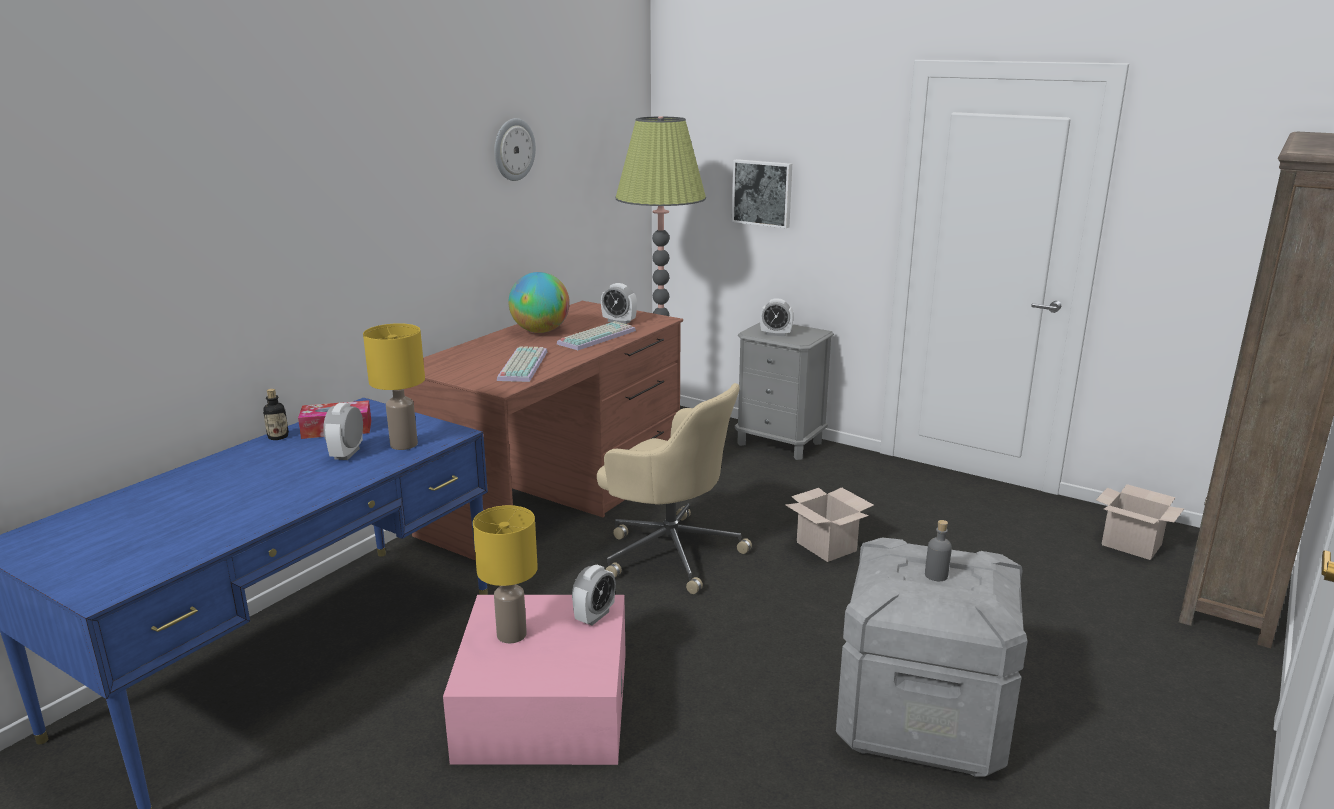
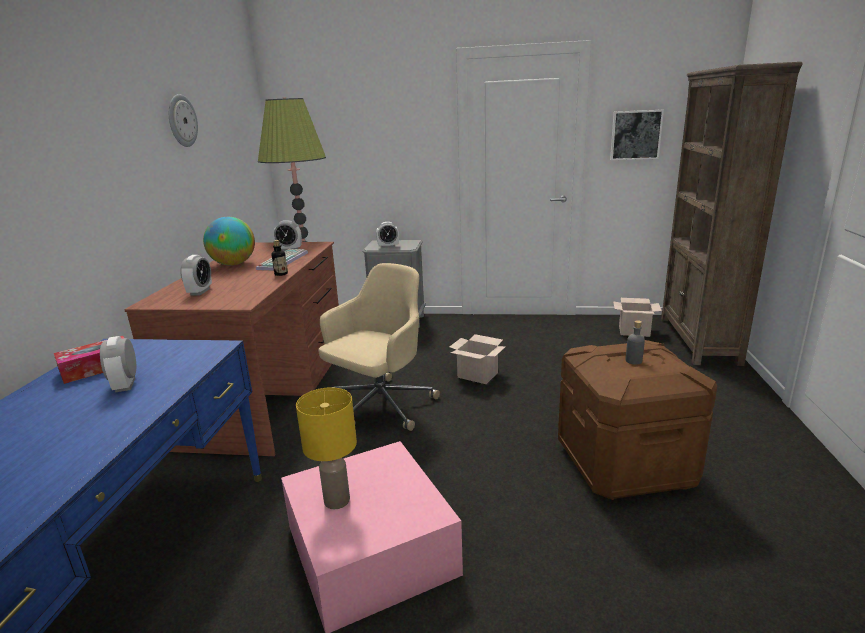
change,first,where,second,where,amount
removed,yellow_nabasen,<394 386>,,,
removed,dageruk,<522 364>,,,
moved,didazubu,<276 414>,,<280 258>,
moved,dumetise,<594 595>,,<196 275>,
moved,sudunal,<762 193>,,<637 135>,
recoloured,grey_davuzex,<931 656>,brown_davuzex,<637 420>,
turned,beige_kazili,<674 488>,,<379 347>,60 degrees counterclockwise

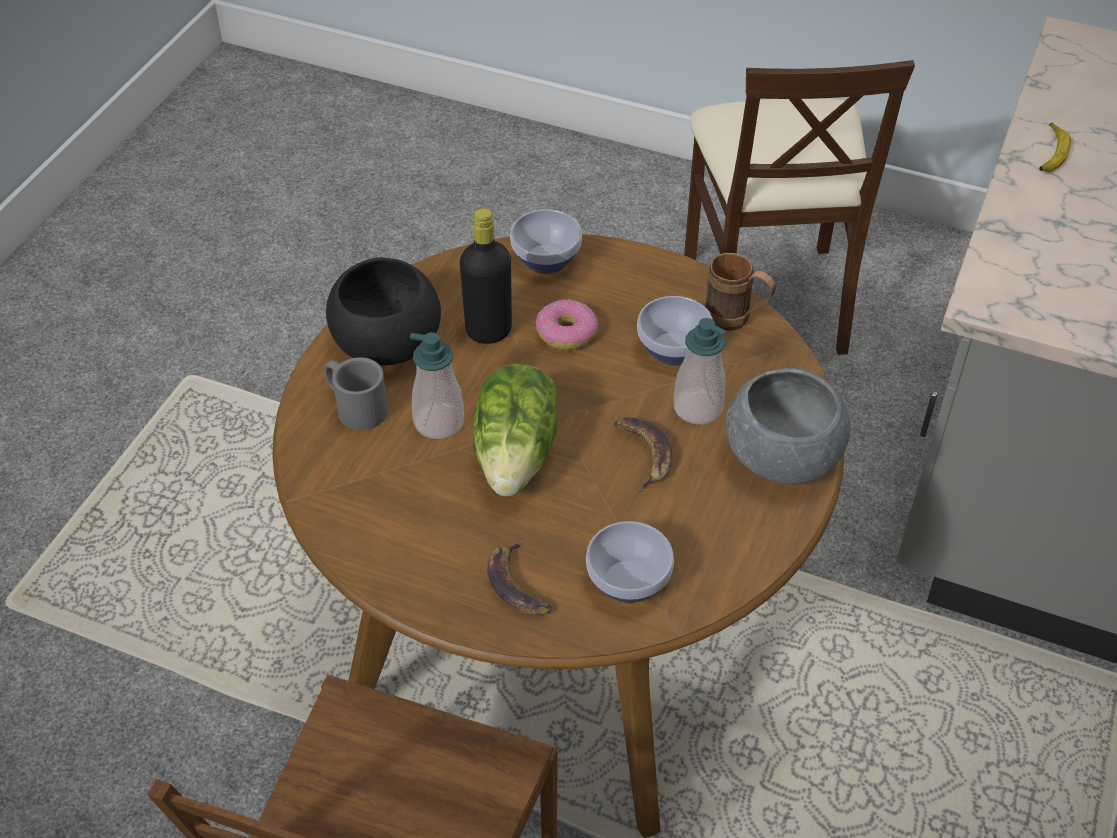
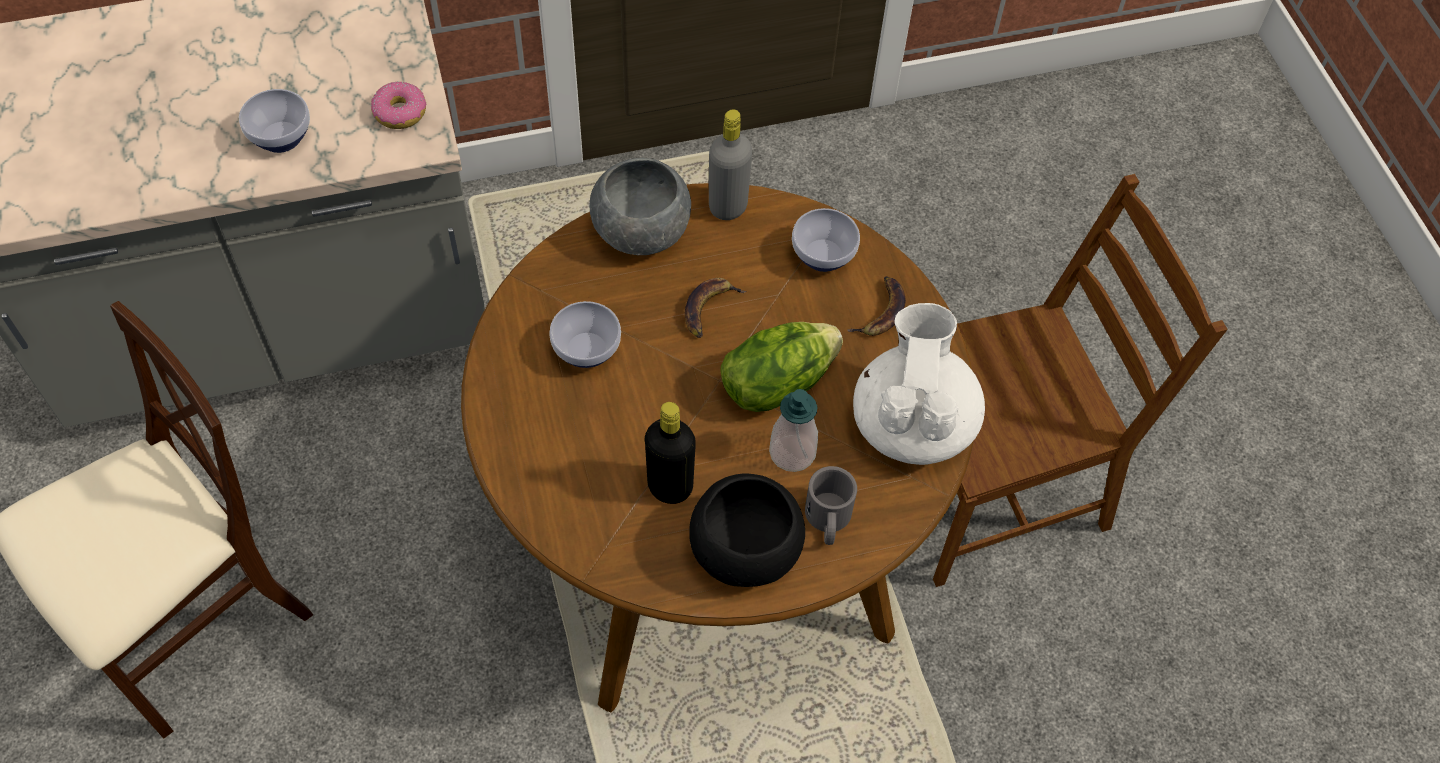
change,first,where,second,where,amount
removed,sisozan,<699 371>,,,
removed,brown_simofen,<740 292>,,,
removed,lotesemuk,<1055 147>,,,
added,,,grey_didazubu,<730 164>,
added,,,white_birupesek,<919 384>,
moved,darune,<546 241>,,<274 121>,
moved,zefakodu,<567 324>,,<398 105>,

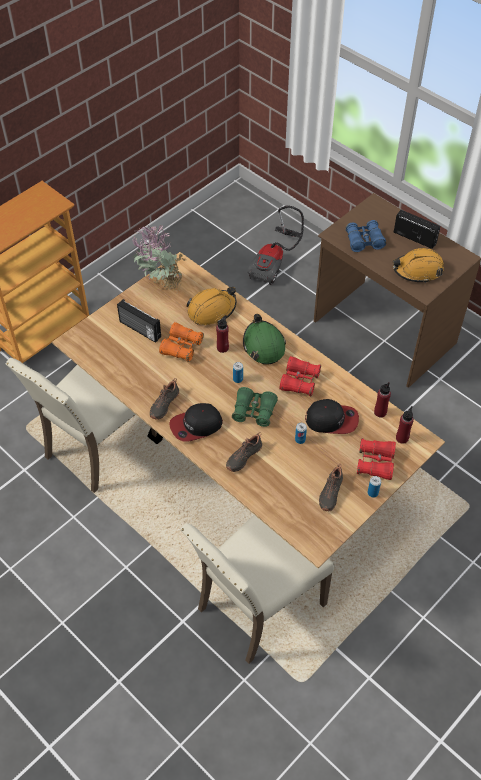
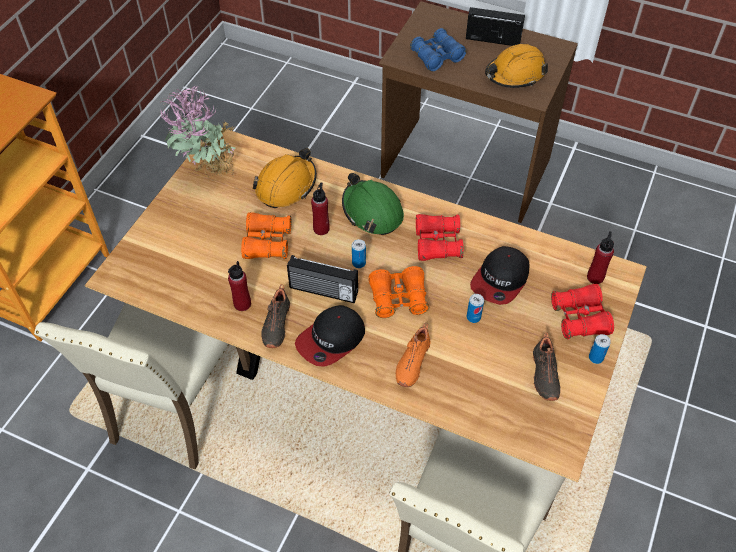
change,first,where,second,where,amount
removed,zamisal,<276 245>,,,
moved,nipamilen,<139 321>,,<322 279>,
moved,red_didazubu,<382 399>,,<239 286>,
recoloured,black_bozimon,<244 452>,orange_bozimon,<413 355>,
recoloured,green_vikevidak,<255 407>,orange_vikevidak,<398 292>,
turned,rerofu,<332 416>,,<499 275>,135 degrees clockwise

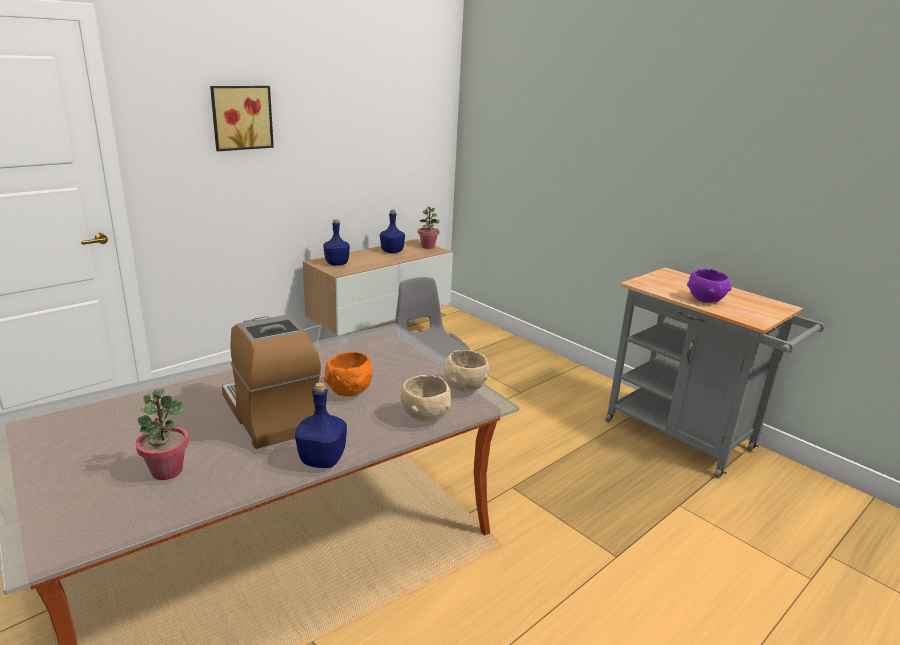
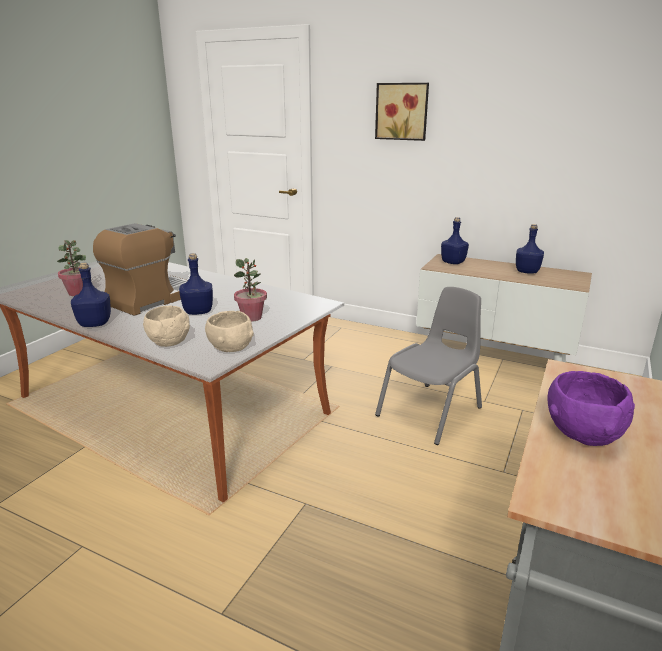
change,first,where,second,where,amount
moved,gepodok,<429 228>,,<250 290>,
replaced,orange_darune,<348 374>,blue_didazubu,<196 284>,

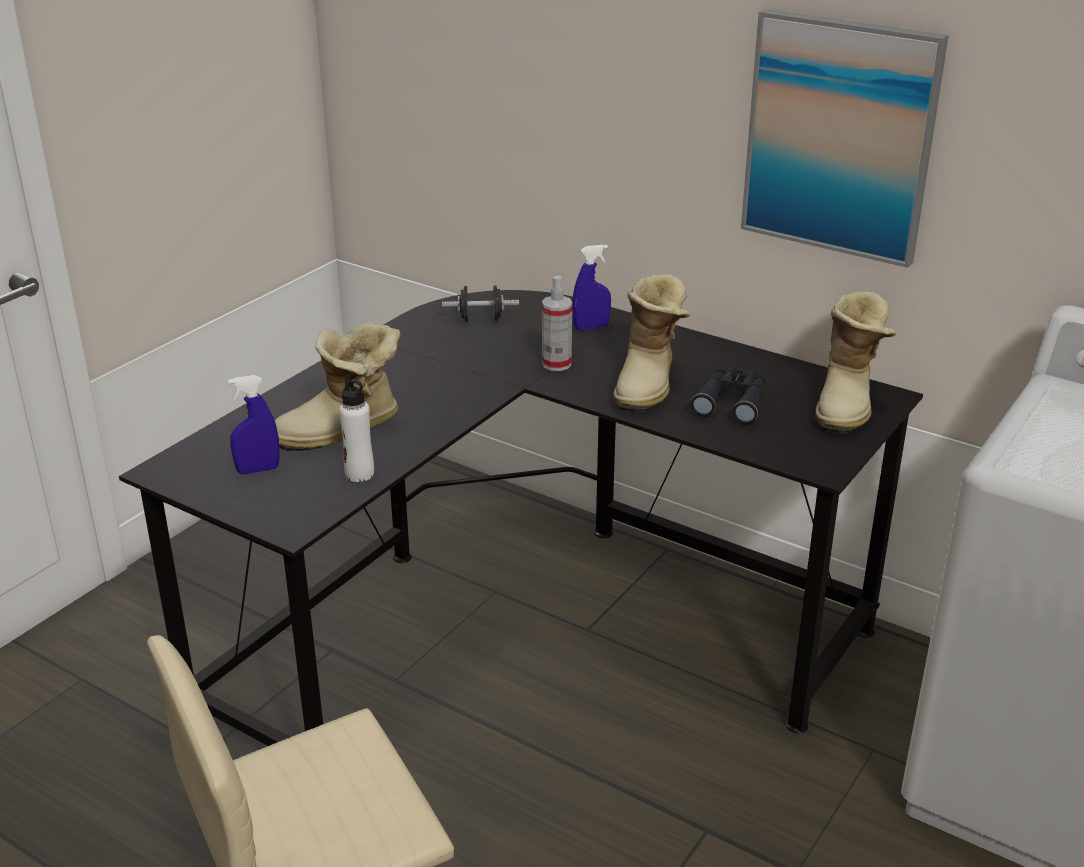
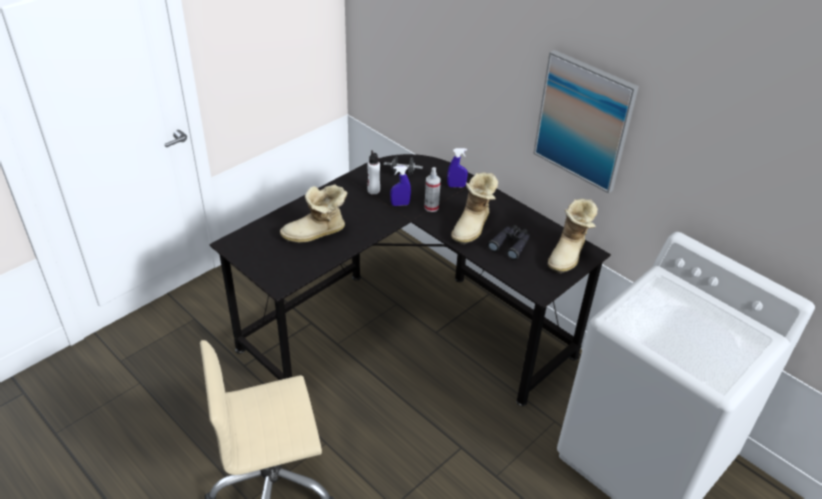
change,first,where,second,where,amount
moved,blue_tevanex,<254 424>,,<400 186>,
moved,white_didazubu,<356 428>,,<373 172>,

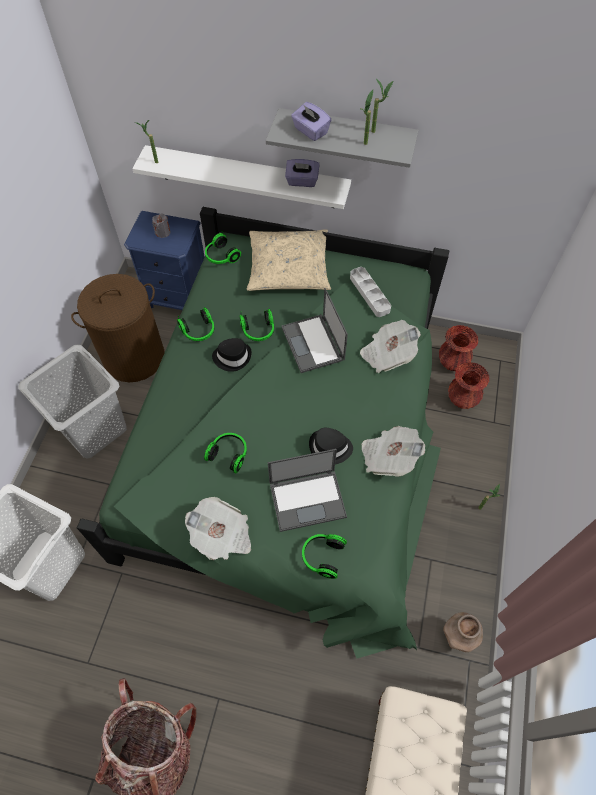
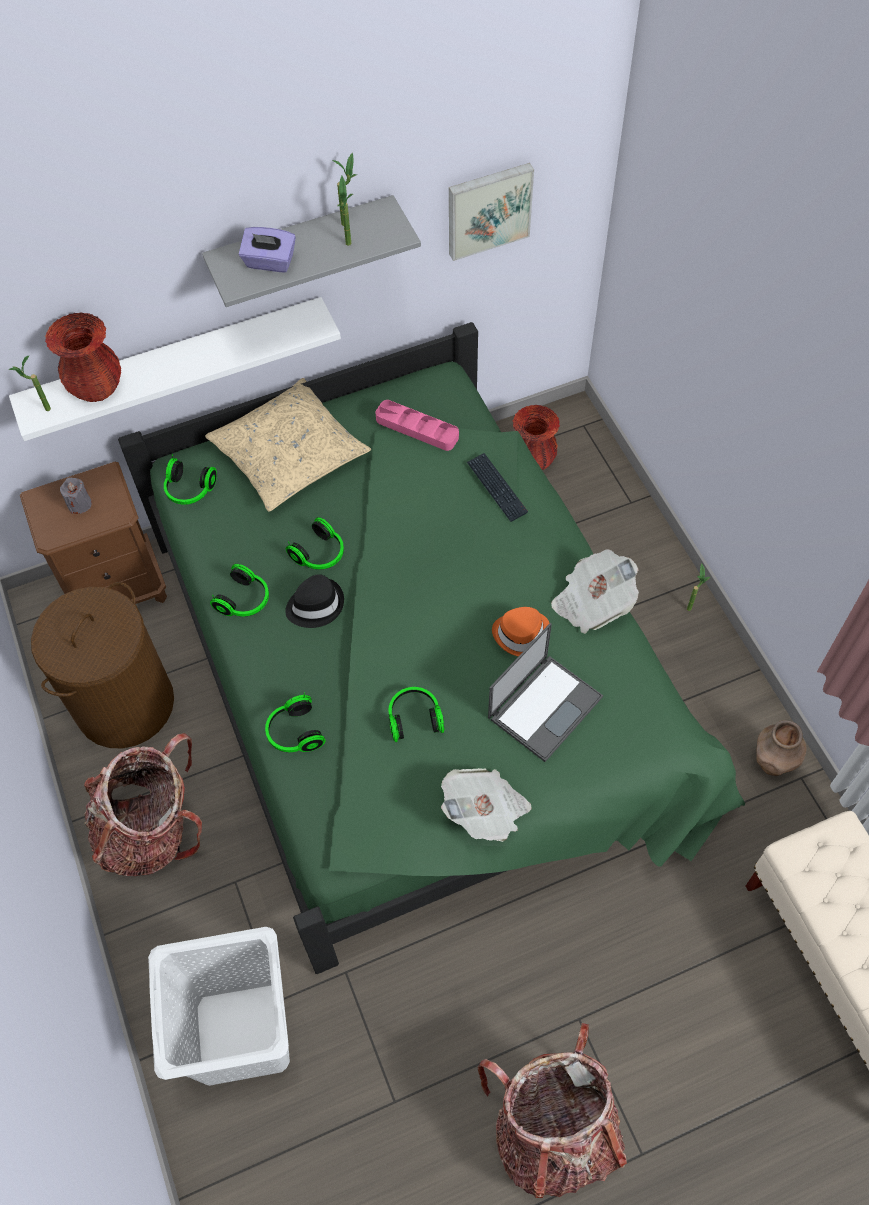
change,first,where,second,where,amount
removed,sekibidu,<315 330>,,,
removed,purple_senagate,<302 173>,,,
added,,,sudunal,<491 212>,
moved,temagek,<324 556>,,<295 722>,
moved,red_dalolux,<468 385>,,<83 357>,
replaced,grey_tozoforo,<72 401>,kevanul,<143 804>,
replaced,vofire,<390 346>,dageruk,<497 487>,
recoloured,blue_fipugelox,<164 260>,brown_fipugelox,<93 533>,
recoloured,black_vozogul,<331 446>,orange_vozogul,<521 631>,
recoloured,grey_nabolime,<370 292>,pink_nabolime,<417 425>,

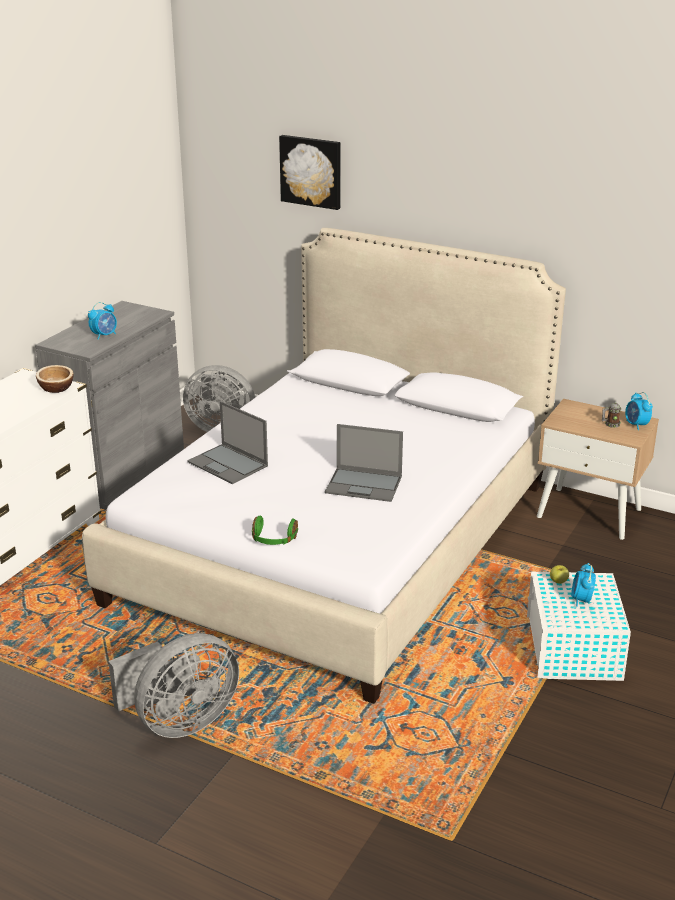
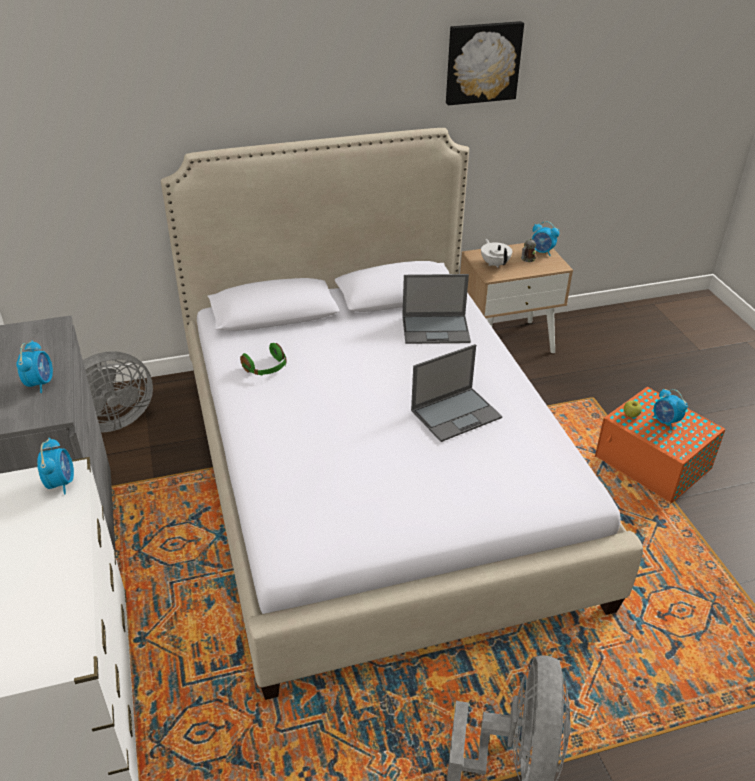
change,first,where,second,where,amount
added,,,white_birupesek,<496 253>,
moved,sekibidu,<227 442>,,<436 309>,
moved,green_temagek,<275 530>,,<263 359>,
moved,sudunal,<310 172>,,<485 63>,
replaced,darune,<54 379>,dumetise,<55 466>,
recoloured,white_davuzex,<579 626>,orange_davuzex,<660 445>,

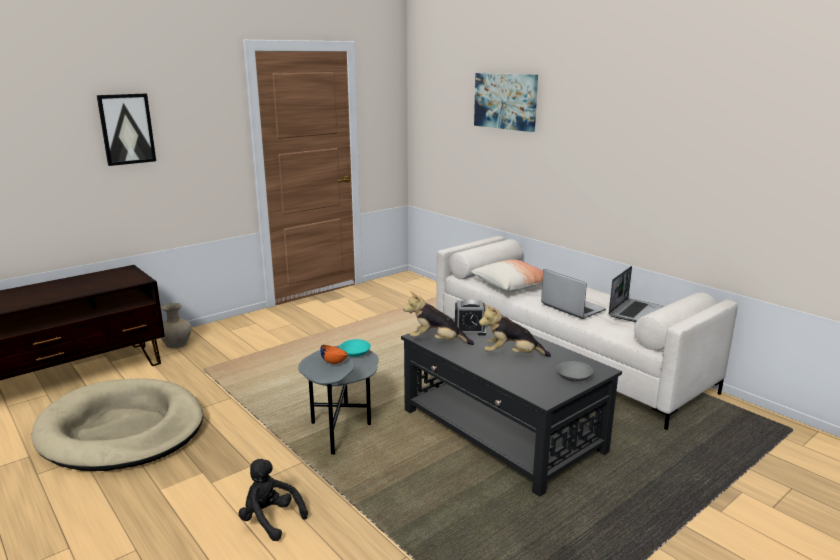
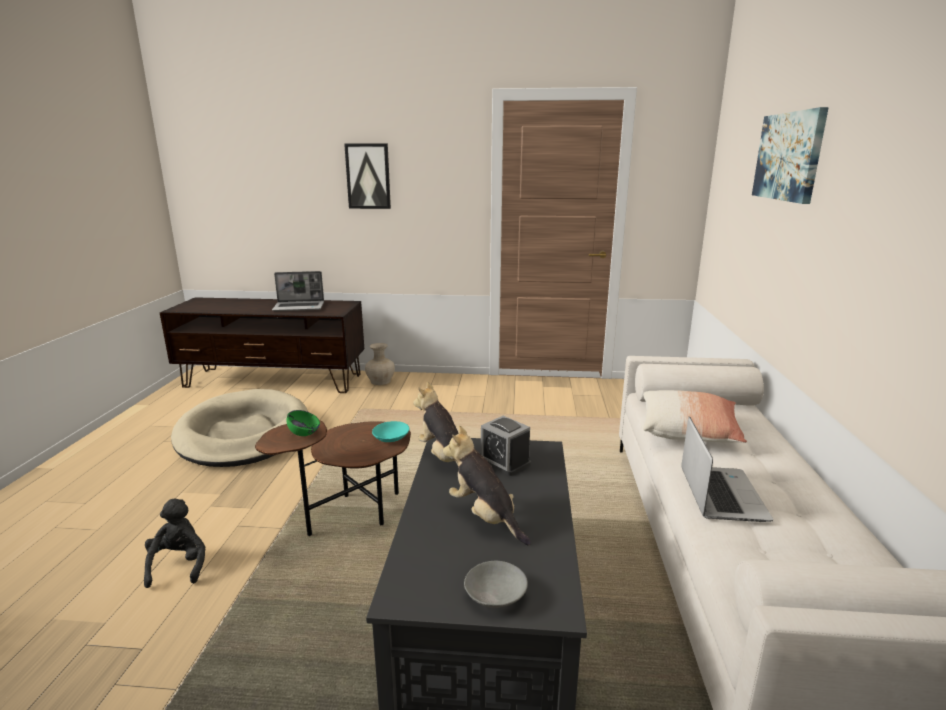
change,first,where,second,where,amount
moved,sekibidu,<636 294>,,<298 291>,
recoloured,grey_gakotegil,<338 400>,brown_gakotegil,<333 478>,
recoloured,orange_darune,<334 354>,green_darune,<303 423>,

